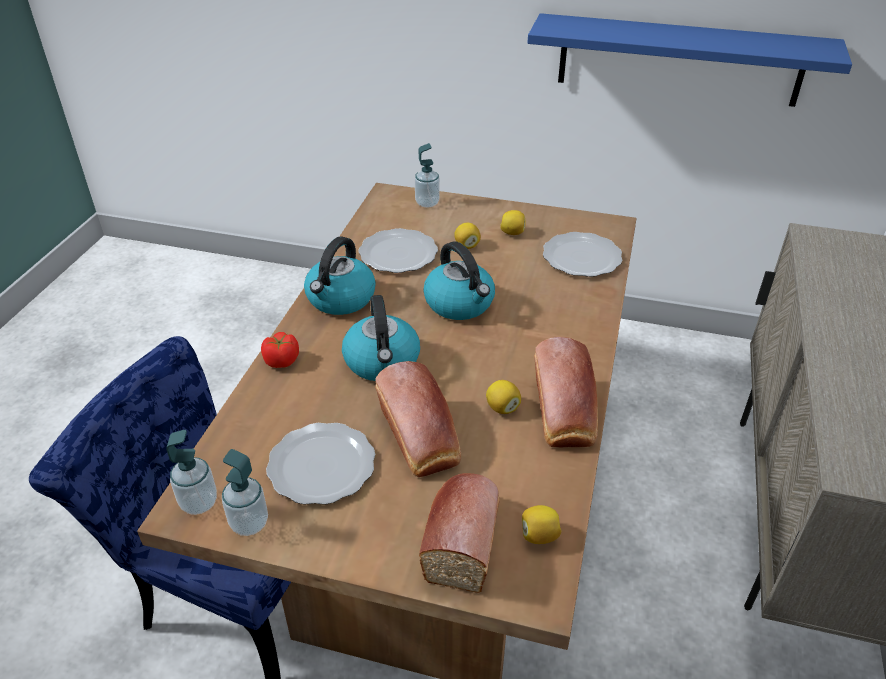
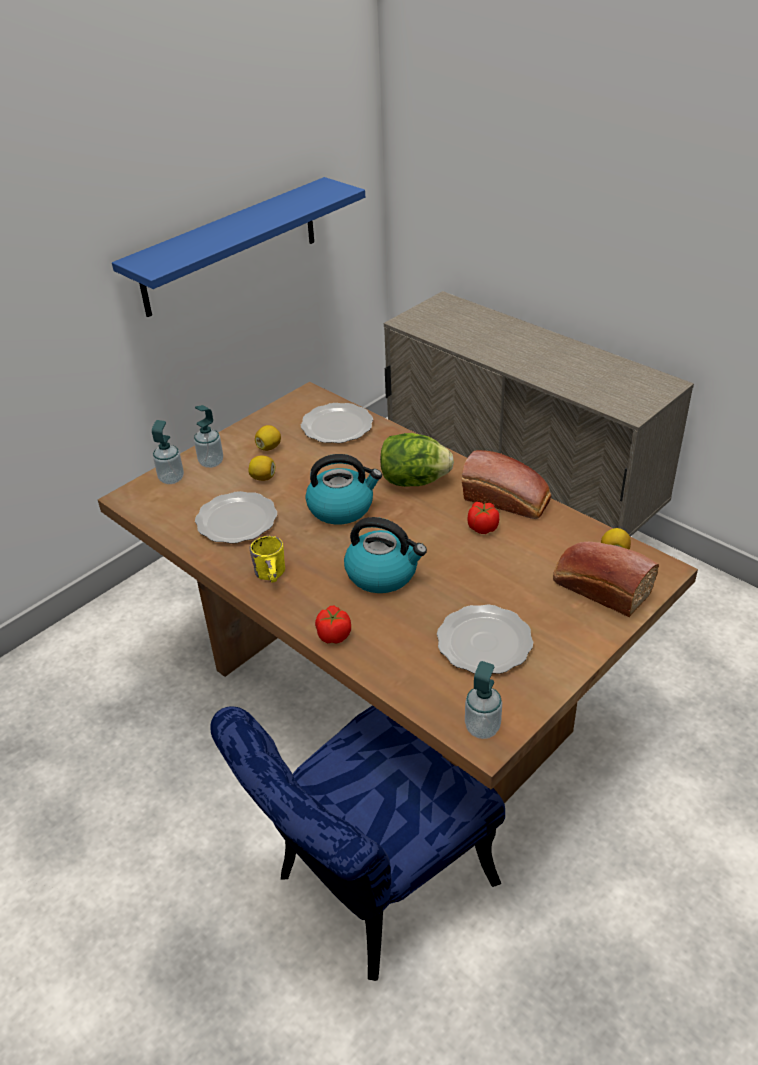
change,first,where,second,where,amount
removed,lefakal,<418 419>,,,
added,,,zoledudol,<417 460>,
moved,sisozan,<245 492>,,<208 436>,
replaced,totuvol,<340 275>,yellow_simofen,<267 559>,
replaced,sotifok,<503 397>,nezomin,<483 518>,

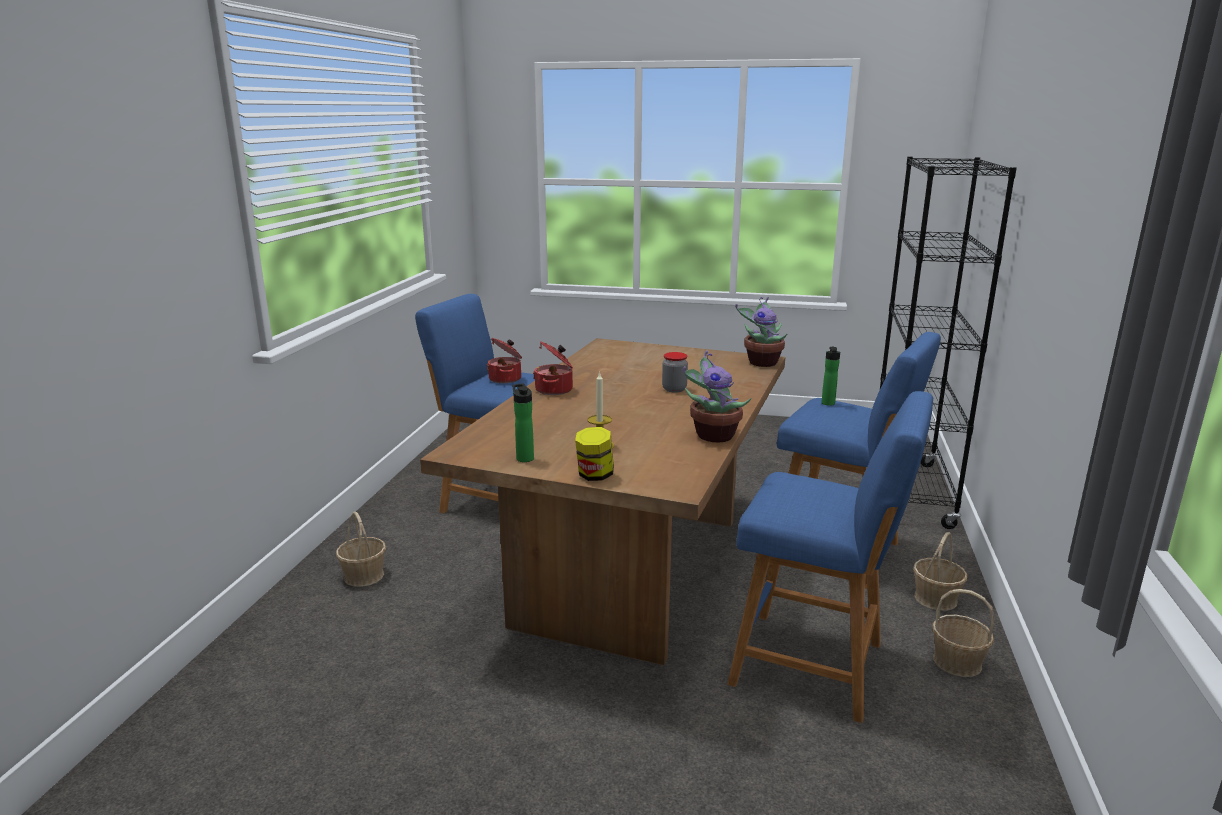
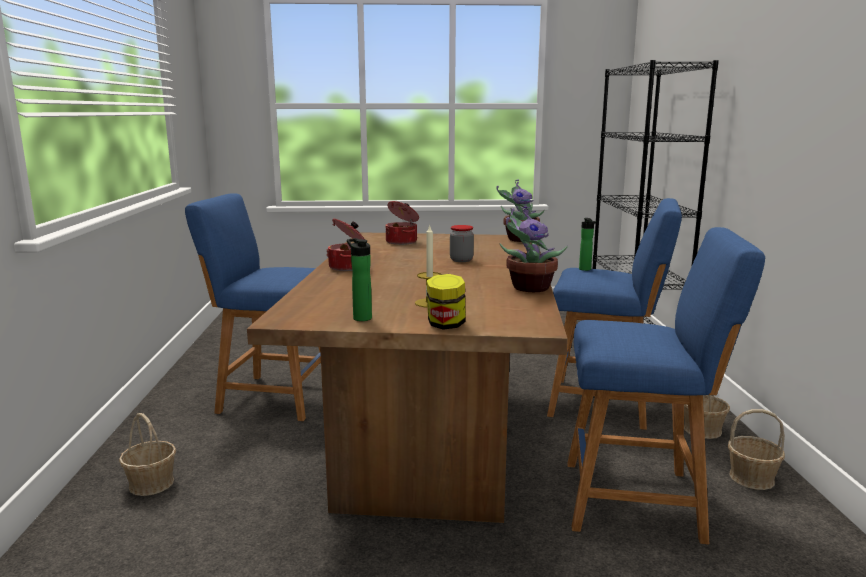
change,first,where,second,where,amount
moved,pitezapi,<504 360>,,<402 223>,

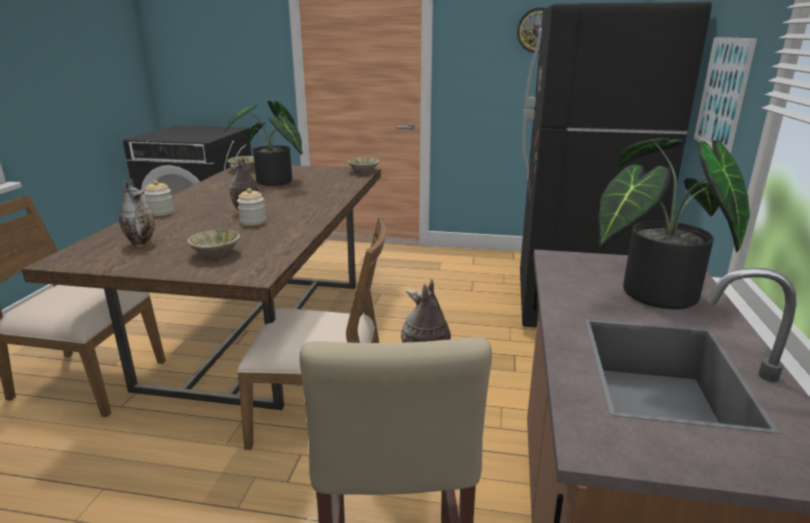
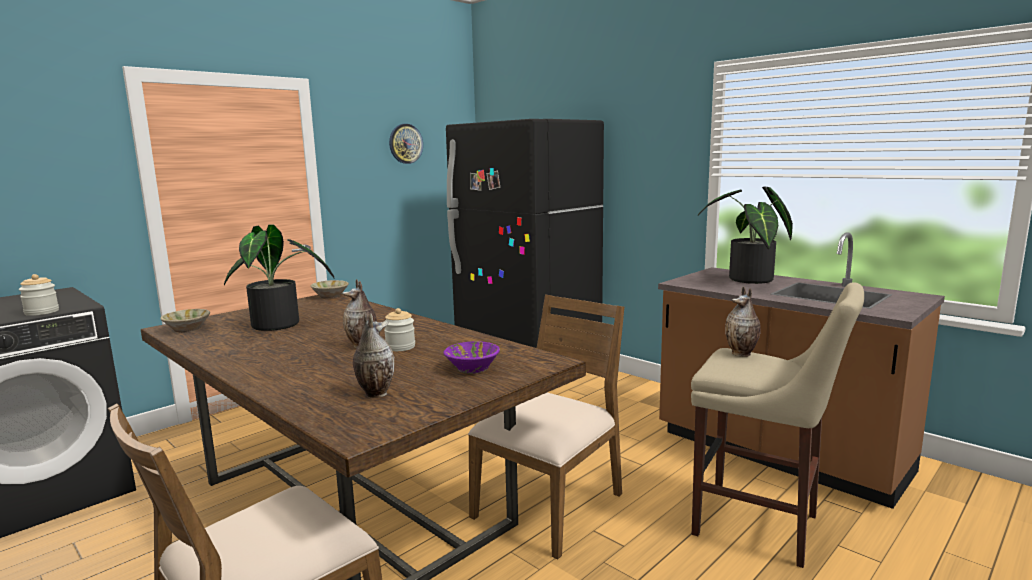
change,first,where,second,where,amount
removed,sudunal,<725 95>,,,
moved,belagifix,<159 198>,,<39 295>,
recoloured,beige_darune,<213 245>,purple_darune,<471 357>,

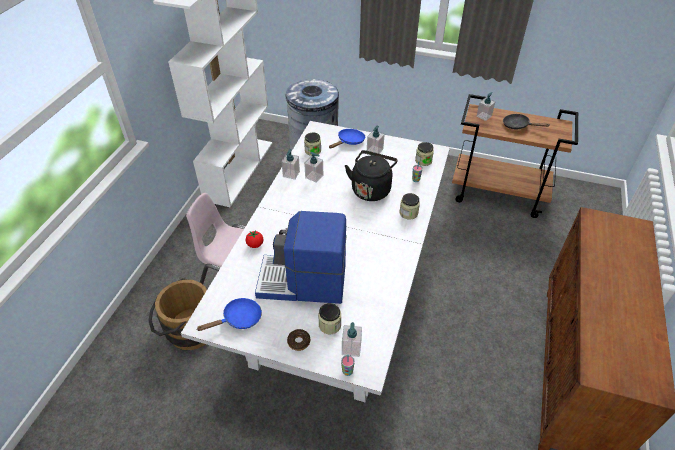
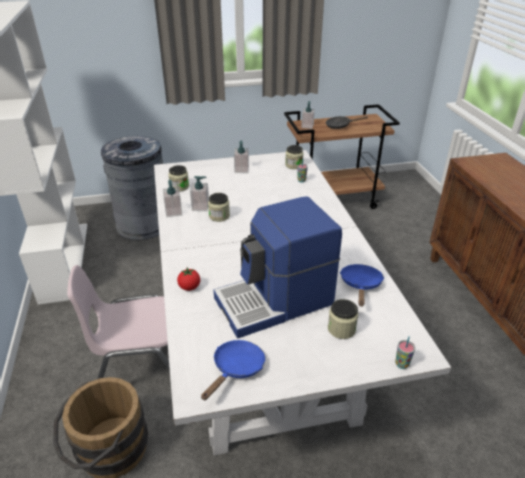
change,first,where,second,where,amount
removed,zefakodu,<298 340>,,,
removed,sisozan,<352 339>,,,
removed,black_totuvol,<371 175>,,,
moved,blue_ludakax,<347 139>,,<362 285>,
moved,belagifix,<410 206>,,<219 207>,

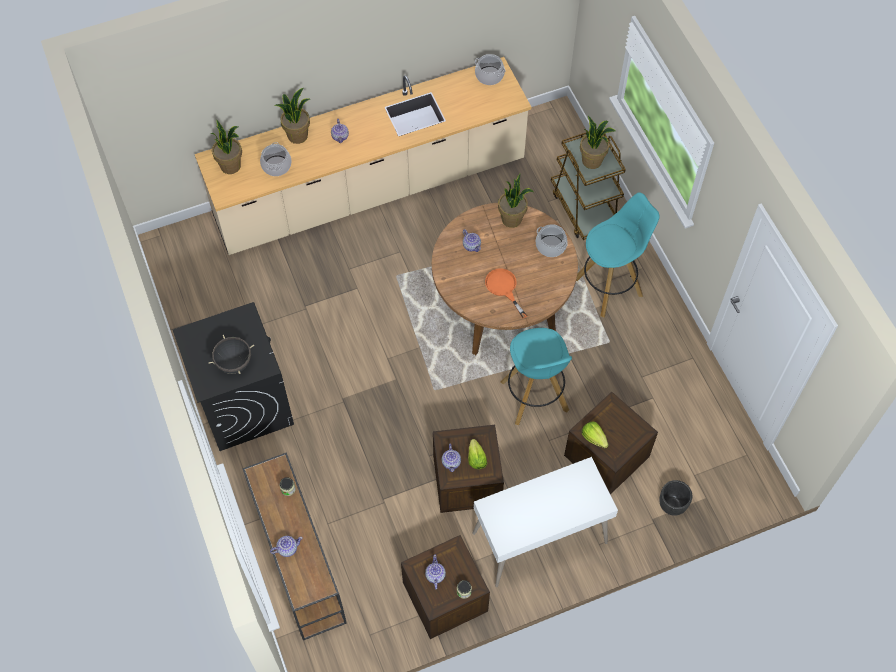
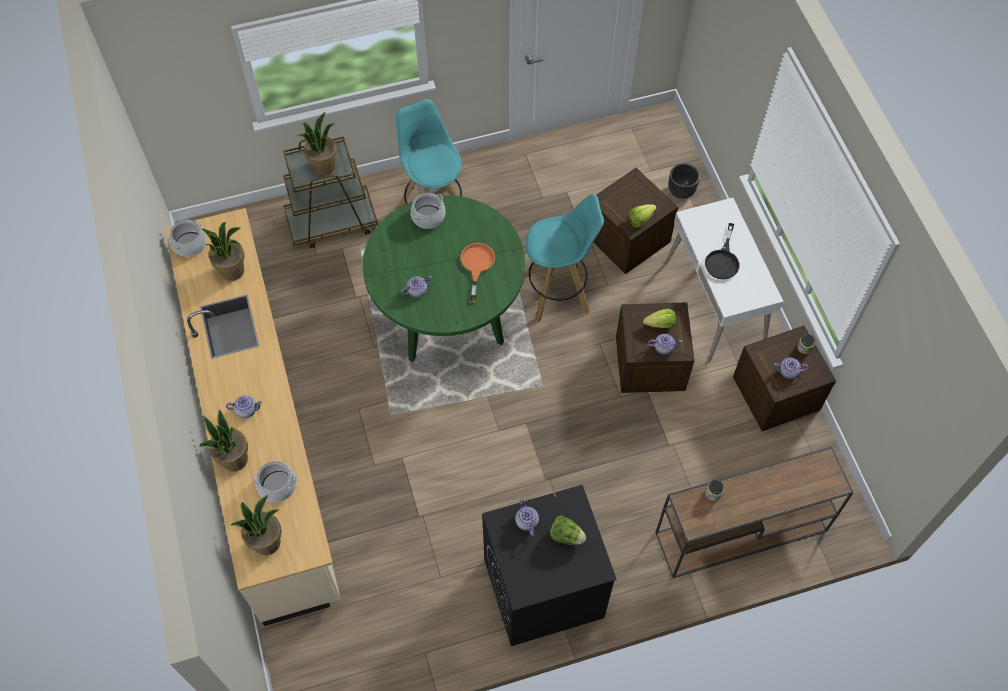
change,first,where,second,where,amount
added,,,black_ludakax,<722 251>,
moved,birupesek,<286 546>,,<527 517>,
moved,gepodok,<515 201>,,<223 251>,
replaced,black_pitezapi,<231 354>,zoledudol,<568 530>,
recoloured,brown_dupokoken,<505 279>,green_dupokoken,<444 278>,
turned,orange_ludakax,<506 293>,,<477 272>,120 degrees clockwise

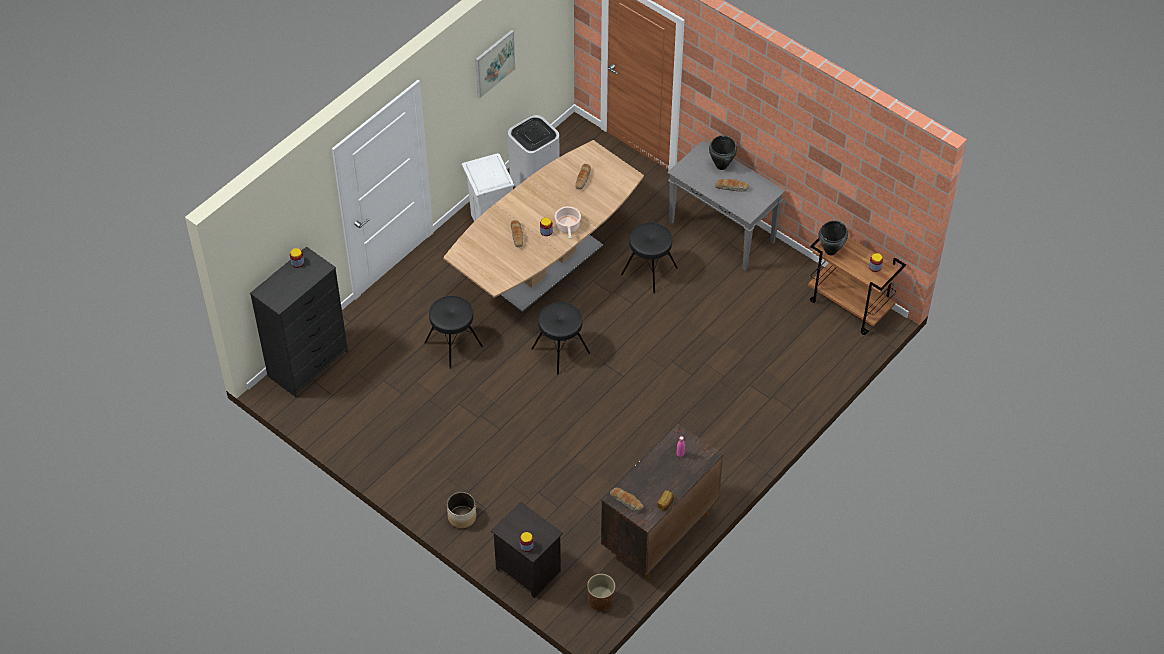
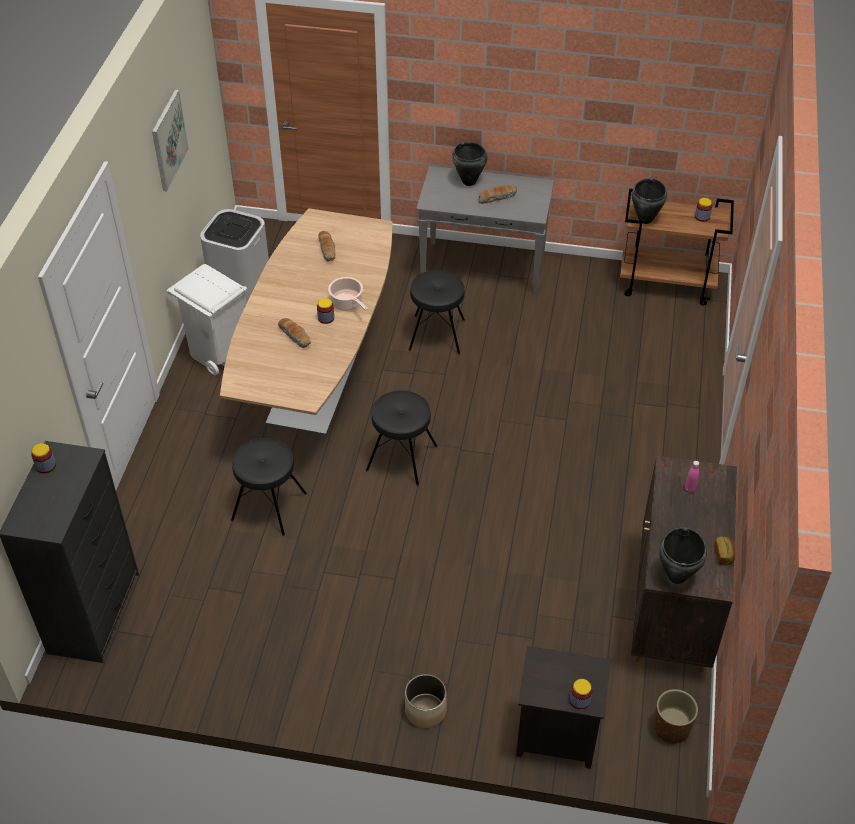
change,first,where,second,where,amount
replaced,lefakal,<627 500>,black_pitezapi,<683 555>,

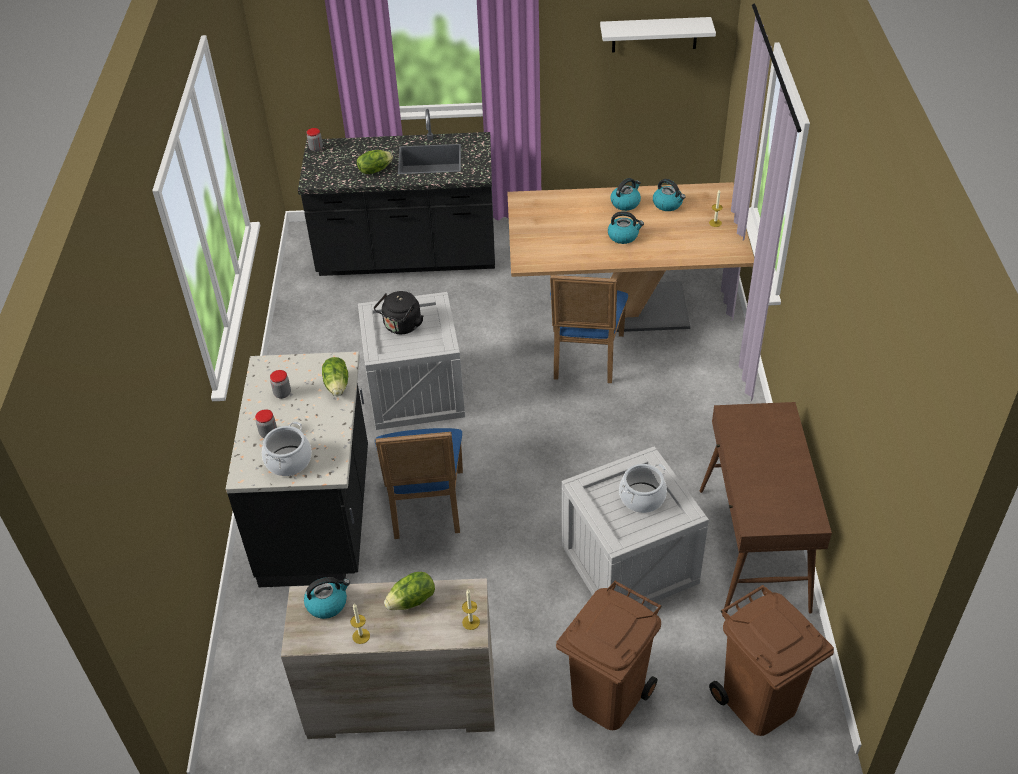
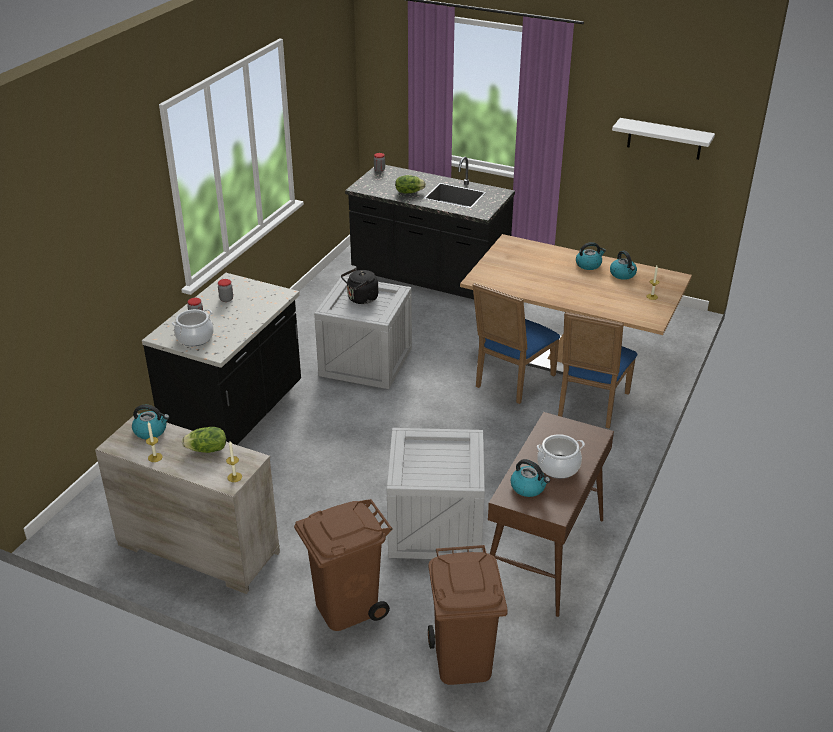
change,first,where,second,where,amount
removed,zoledudol,<335 376>,,,
moved,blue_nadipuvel,<419 483>,,<598 370>,
moved,totuvol,<626 227>,,<530 478>,
moved,pitezapi,<643 488>,,<561 456>,

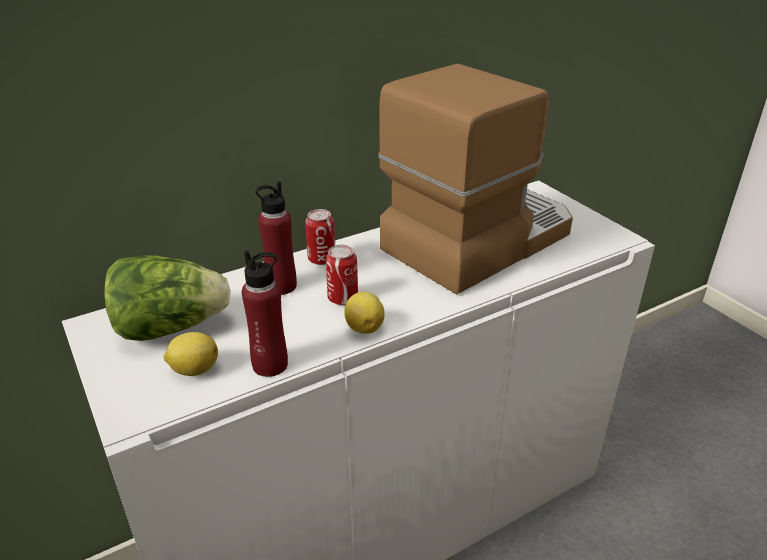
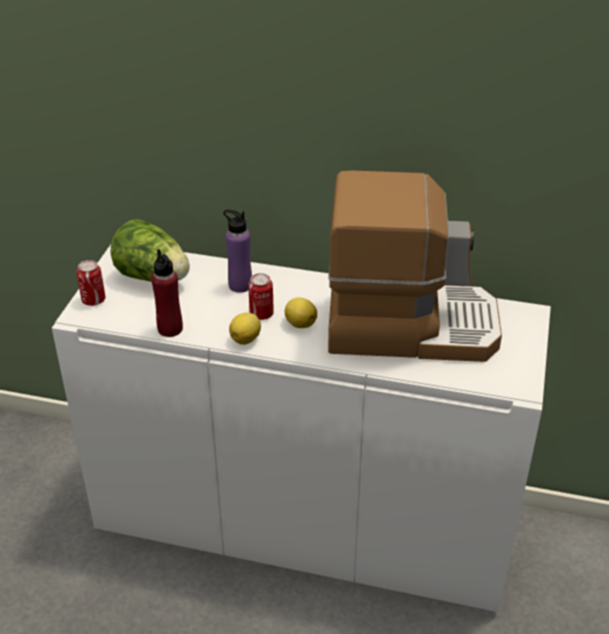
change,first,where,second,where,amount
moved,sotifok,<190 354>,,<301 312>,
moved,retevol,<320 237>,,<91 283>,
recoloured,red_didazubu,<276 238>,purple_didazubu,<238 251>,

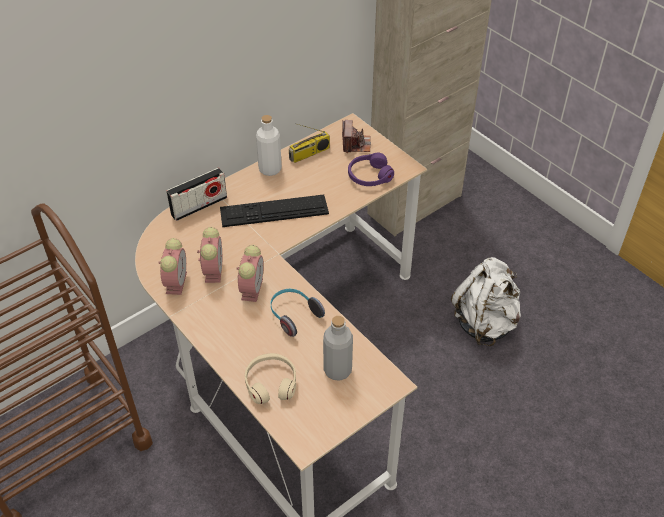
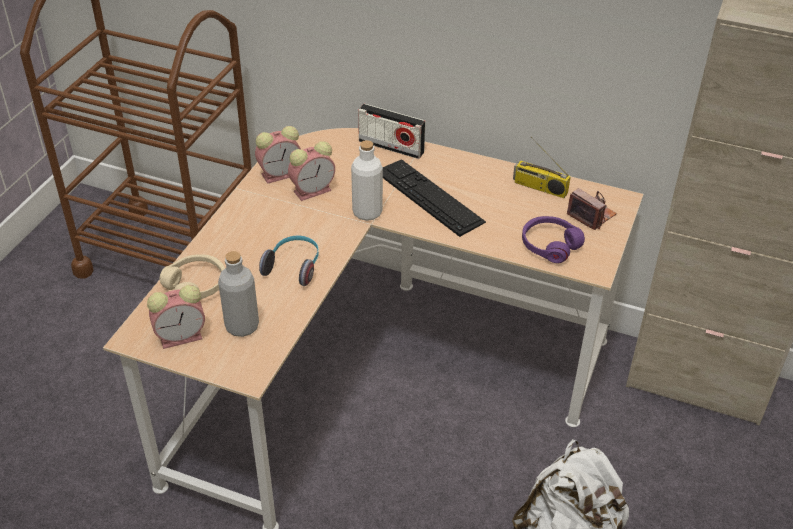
change,first,where,second,where,amount
moved,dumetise,<250 273>,,<176 317>,
moved,white_didazubu,<269 145>,,<367 180>,
turned,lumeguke,<356 136>,,<592 209>,105 degrees counterclockwise

